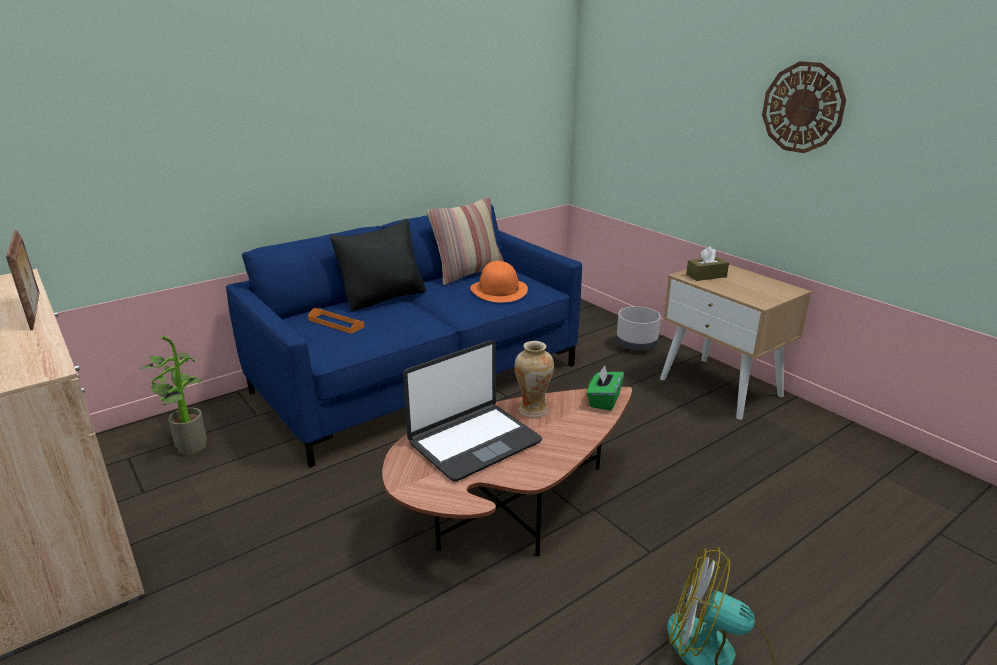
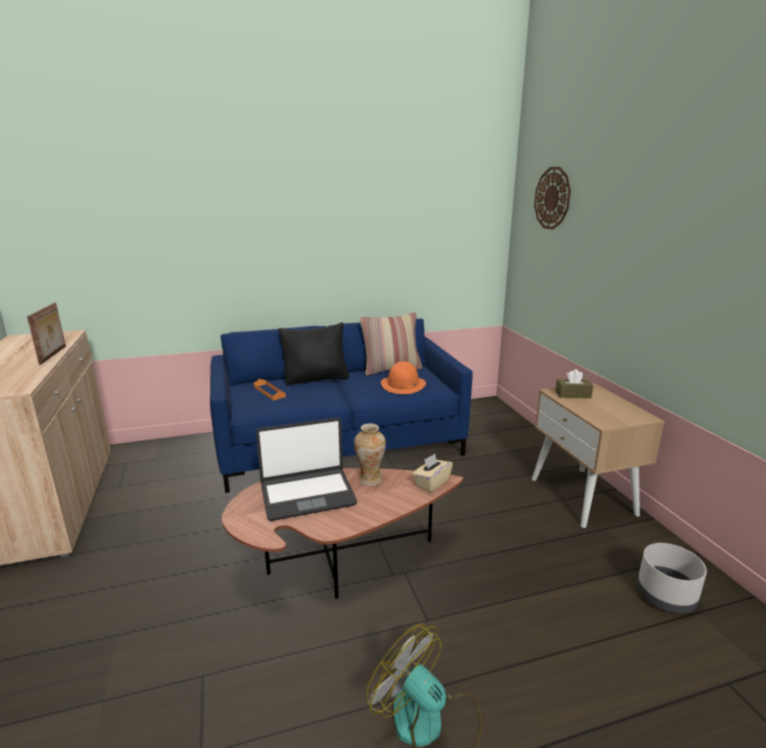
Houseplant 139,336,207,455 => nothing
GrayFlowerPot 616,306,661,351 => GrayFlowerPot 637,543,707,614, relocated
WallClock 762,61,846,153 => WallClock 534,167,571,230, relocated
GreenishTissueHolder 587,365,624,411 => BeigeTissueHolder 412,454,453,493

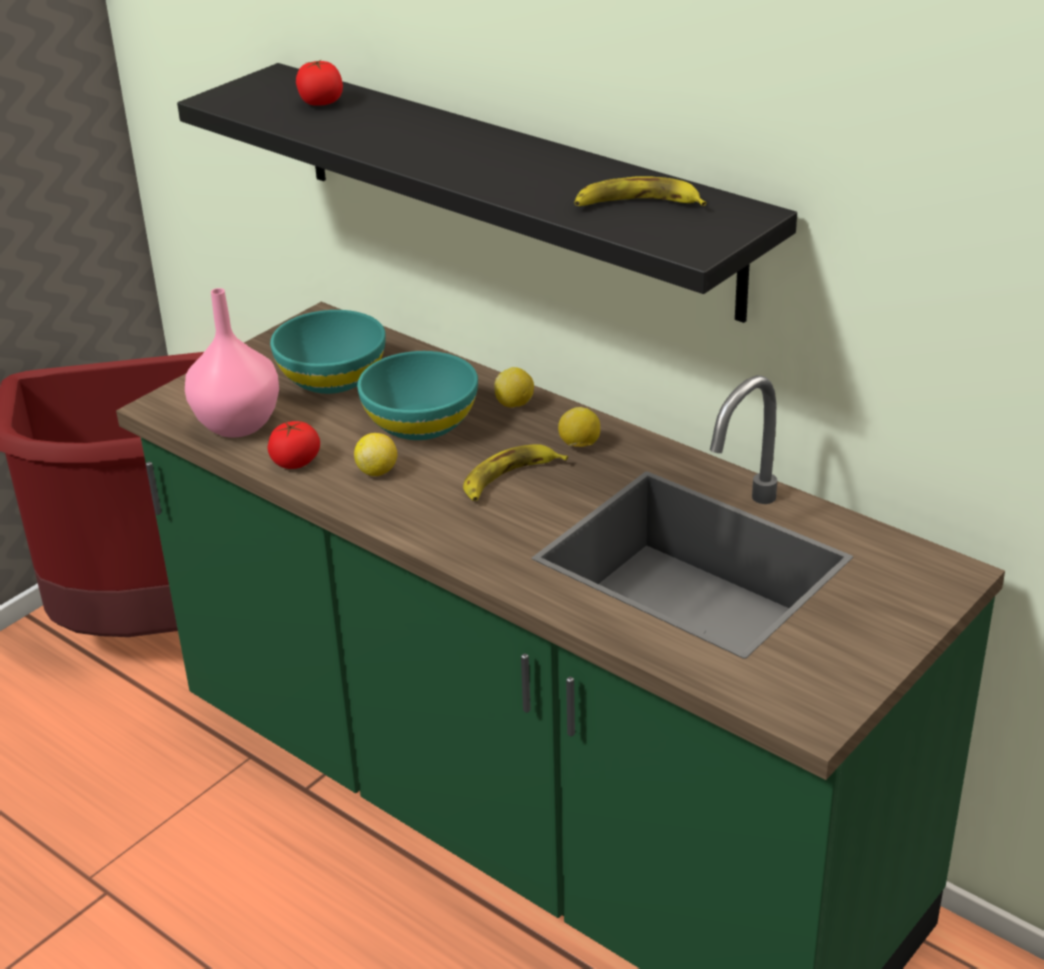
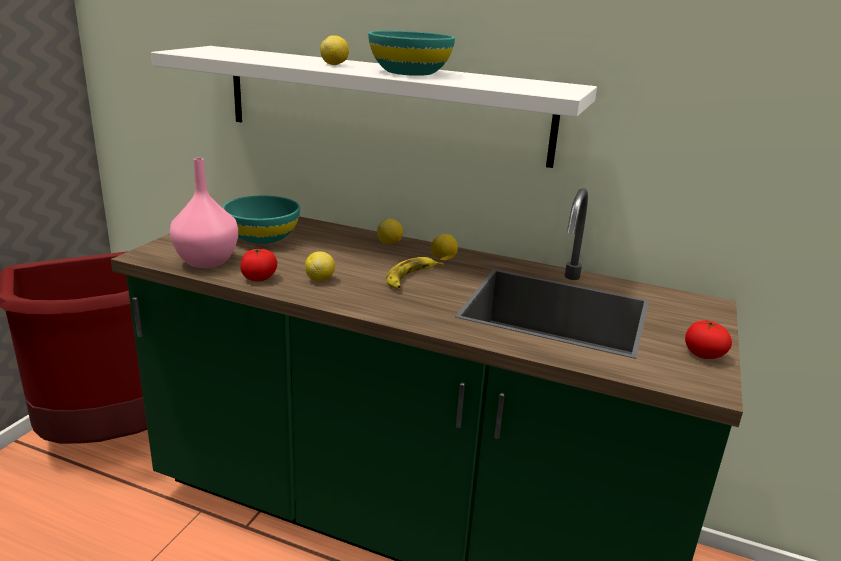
Banana 574,176,707,206 => nothing
nothing => WholeLemon 320,35,349,65
Tomato 296,59,343,106 => Tomato 685,319,732,359, relocated
BlueGreenDeepDish 357,351,478,440 => BlueGreenDeepDish 368,31,455,76, relocated
BlackishWallShelf 177,63,797,323 => WhiteColouredWallShelf 151,46,597,168

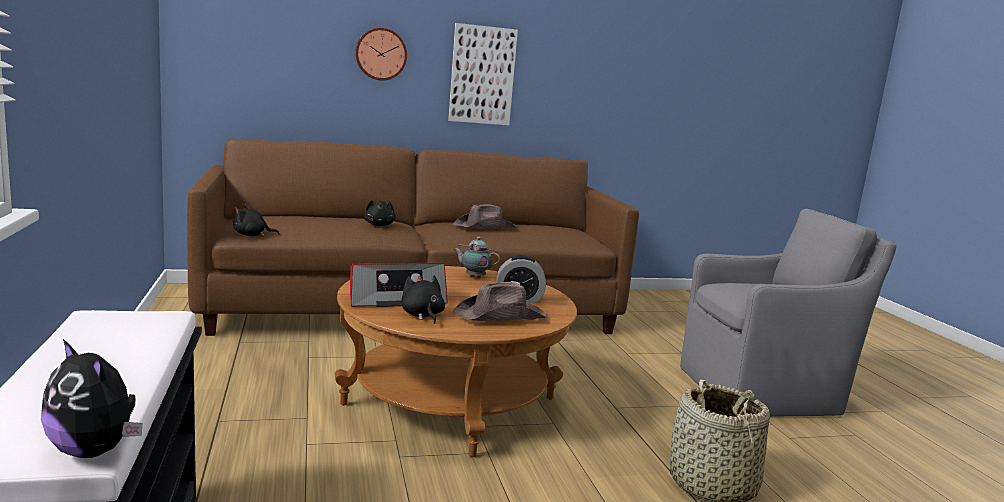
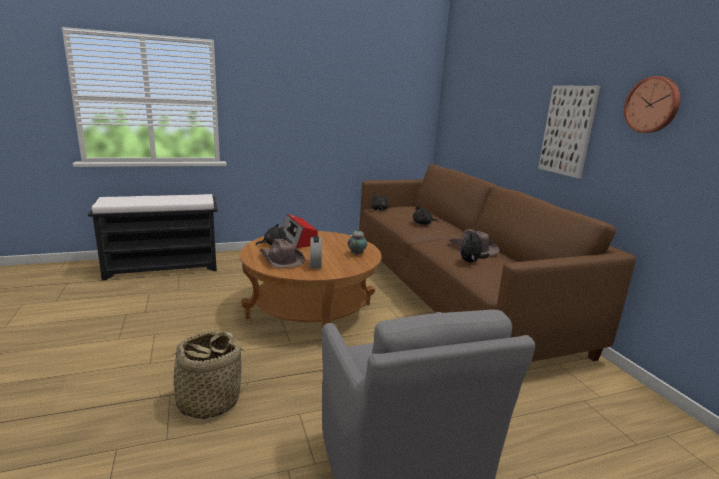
SoftToy 41,339,142,458 => SoftToy 460,229,489,262, relocated
WallClock 355,28,407,80 => WallClock 624,76,680,133, relocated

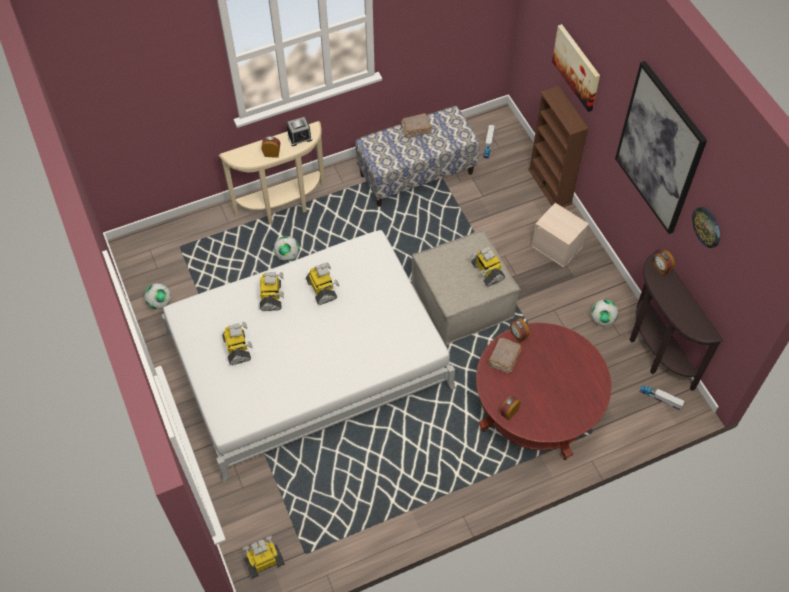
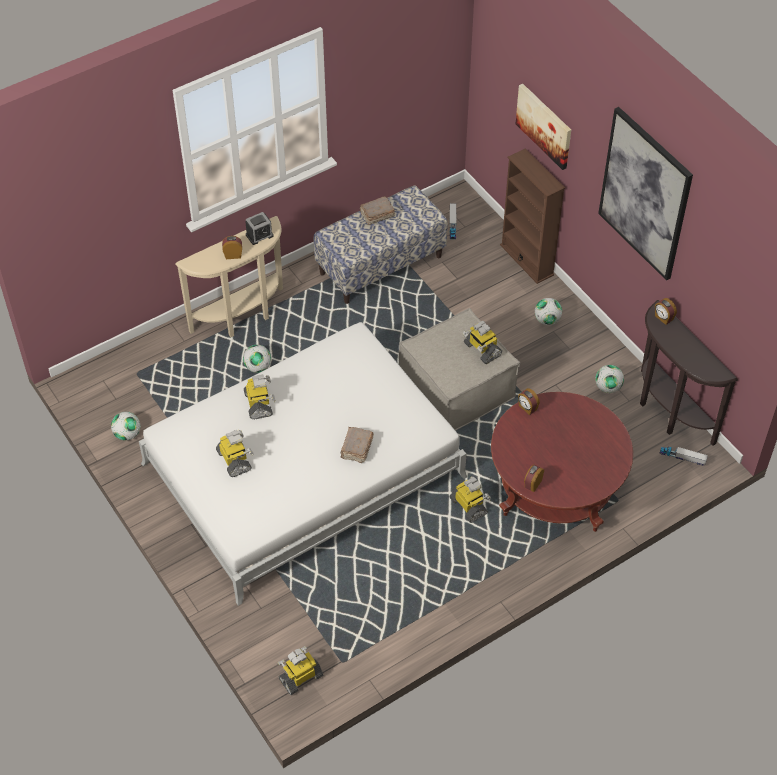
WallClock 692,207,720,248 => nothing
RobotFigure 306,263,339,305 => RobotFigure 450,477,491,523, relocated
BrownBook 488,337,522,373 => BrownBook 341,427,374,463, relocated
BeigeStorageBox 531,203,589,268 => BallForFootball 535,298,562,325

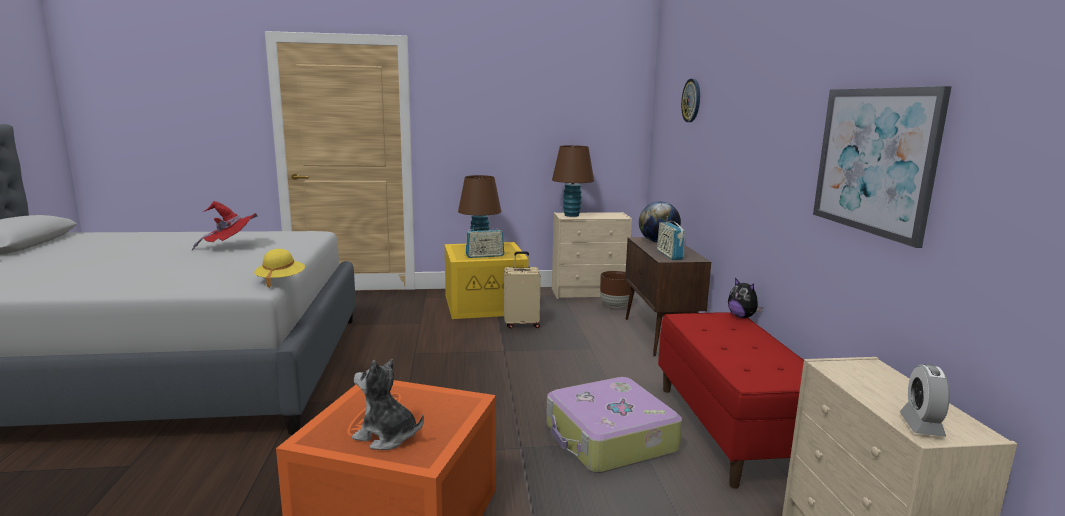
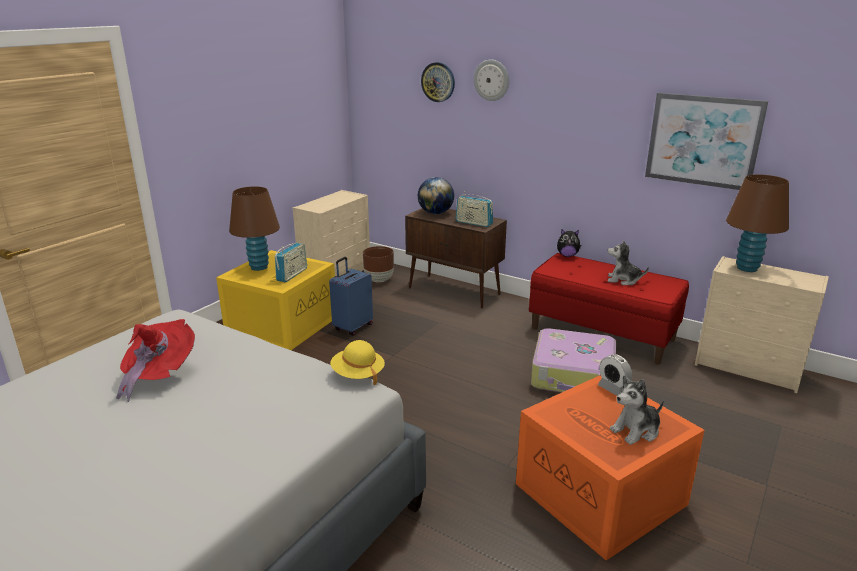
nothing => WallClock 474,59,509,101
nothing => SoftToy 608,241,649,285
BrownTableLamp 552,145,594,217 => BrownTableLamp 726,174,789,272, relocated
BedsideClock 900,364,950,437 => BedsideClock 598,354,632,396, relocated
BeigeTravelCase 504,252,541,329 => BlueColouredTravelCase 329,257,373,336

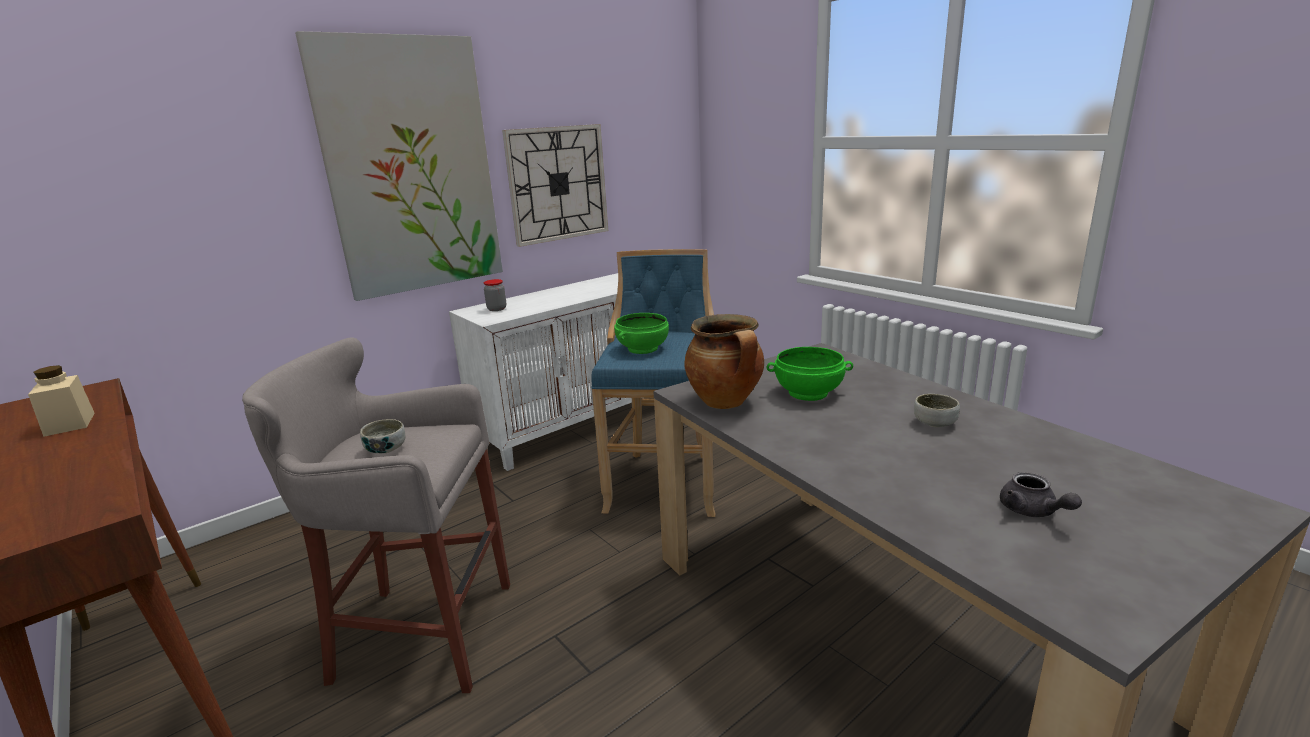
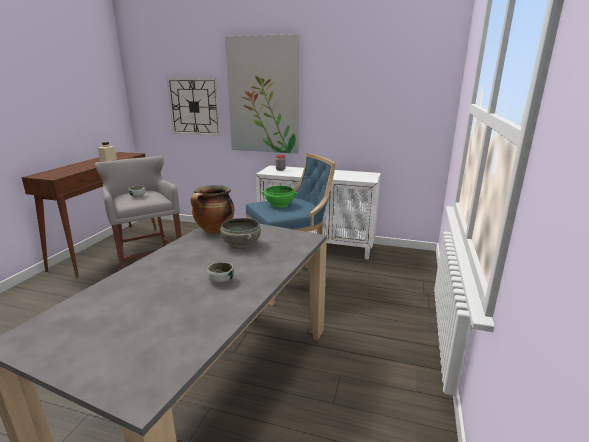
GrayTeaPot 1000,472,1082,517 => nothing
WallClock 502,124,608,247 => WallClock 167,78,221,136, relocated
GreenishDeepDish 766,347,853,401 => GrayDeepDish 220,218,261,250

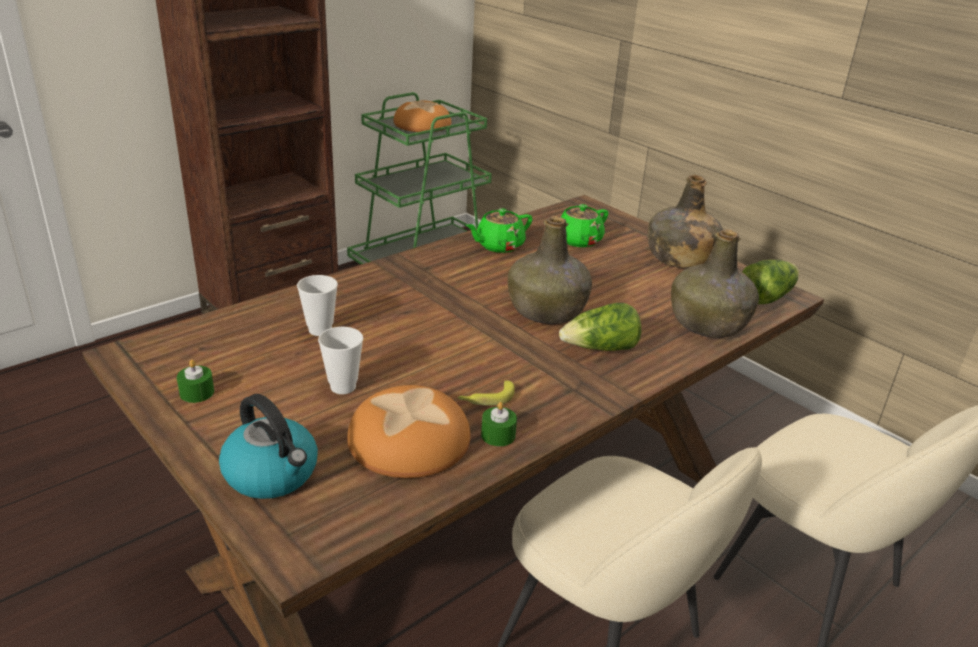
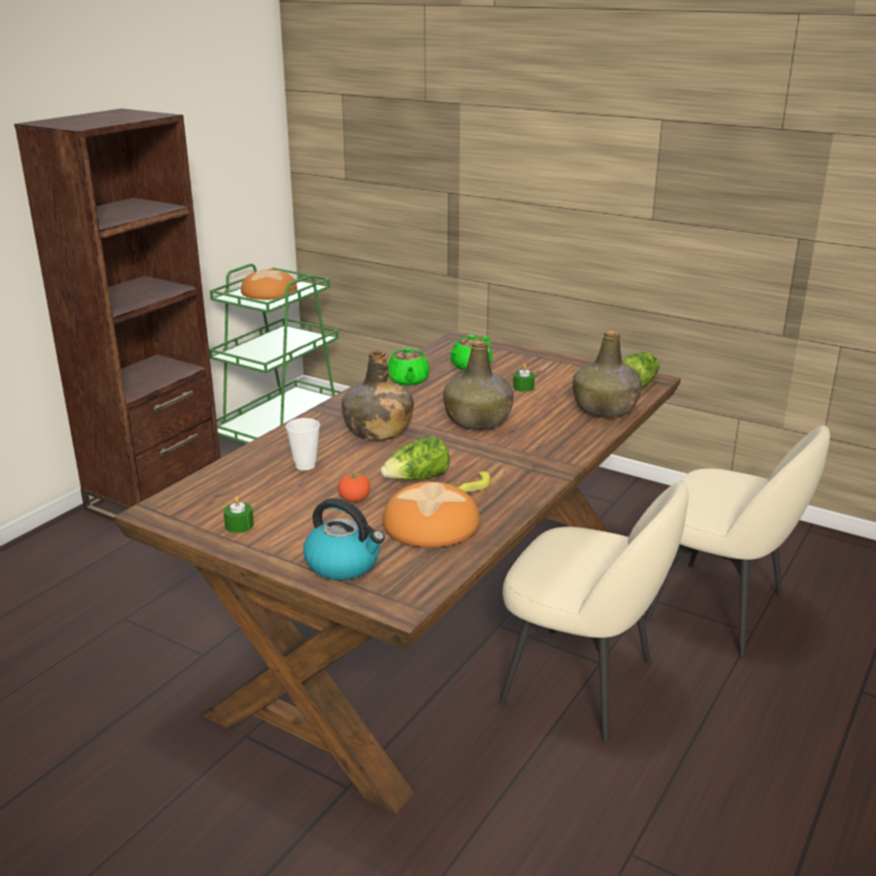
GreenishCandle 481,402,517,446 => GreenishCandle 513,364,535,392, relocated
Lettuce 559,303,641,351 => Lettuce 380,436,450,480, relocated
GreenishBeverageBottle 647,175,723,269 => GreenishBeverageBottle 341,350,414,441, relocated
DrinkingCup 318,327,363,394 => Tomato 338,472,370,502
GreenishTeaPot 466,208,532,253 => GreenishTeaPot 388,347,430,386, 45 degrees counterclockwise

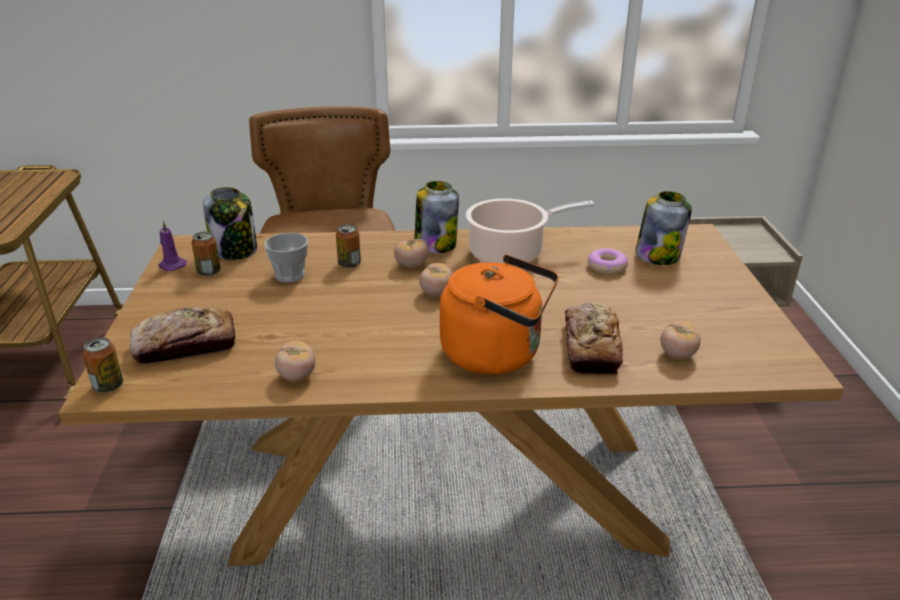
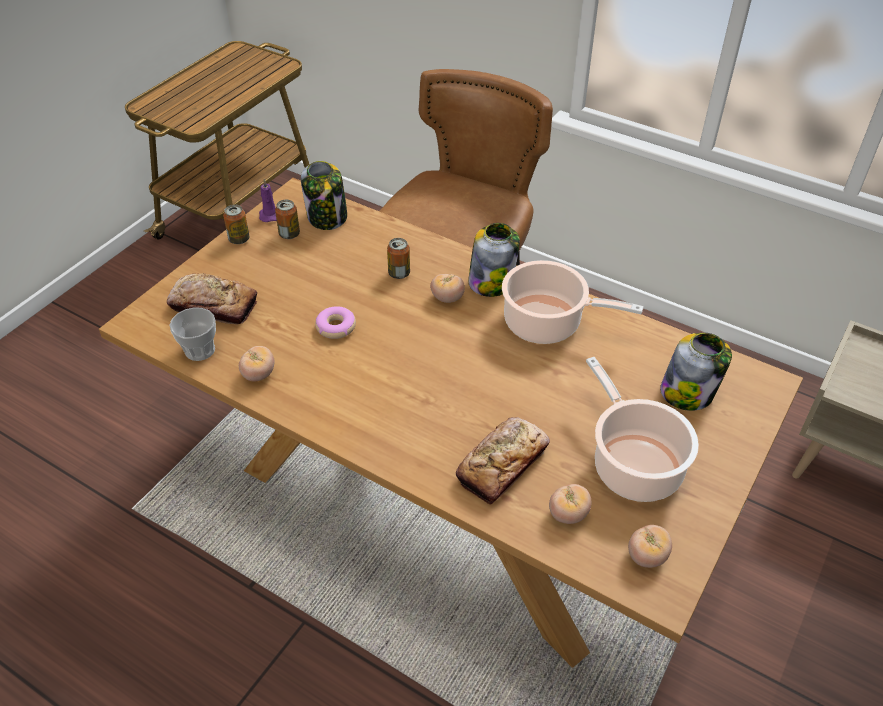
OrangeTeaKettle 440,255,558,375 => nothing
nothing => CookingPot 586,357,699,502
SealedCan 83,337,123,393 => SealedCan 223,204,249,244, relocated
DrinkingCup 264,233,308,283 => DrinkingCup 169,308,216,361, relocated
Tomato 419,263,452,296 => Tomato 628,525,672,568, relocated
Donut 587,248,628,274 => Donut 315,306,356,339, relocated

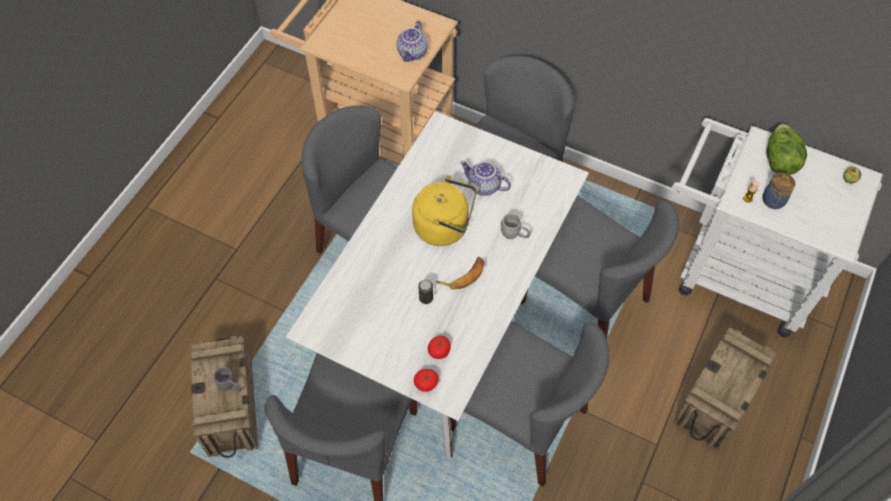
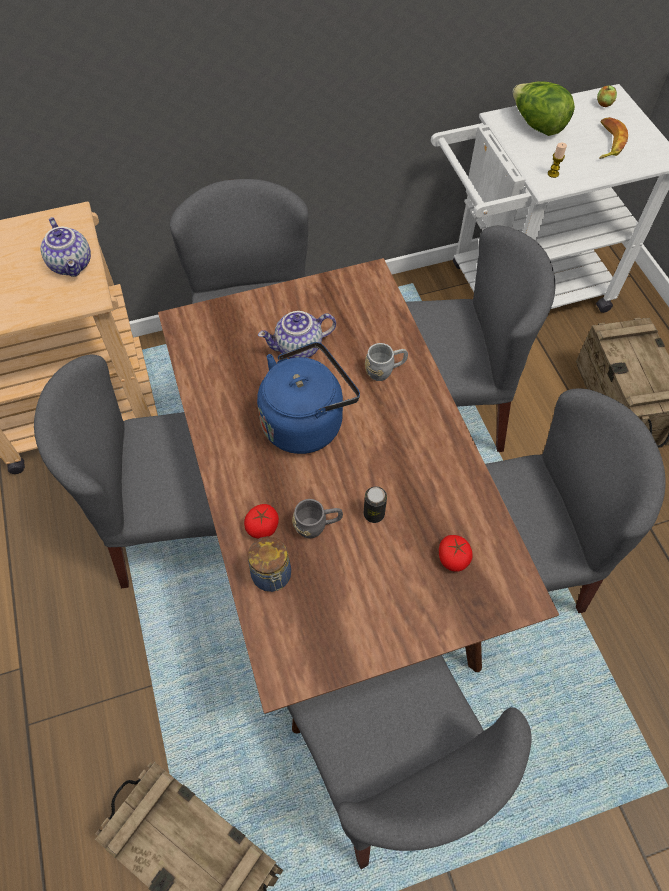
GrayTeaMug 214,367,241,392 => GrayTeaMug 292,499,343,538, relocated
Tomato 414,369,439,392 => Tomato 244,504,279,538, relocated
Banana 436,257,484,289 => Banana 599,117,628,159, relocated
StorageJar 762,172,795,209 => StorageJar 248,536,291,592, relocated
WhiteColouredKitchenTable 286,111,589,458 => BrownKitchenTable 158,258,559,734
YellowColouredTeaKettle 412,175,477,246 => BlueColouredTeaKettle 257,342,360,454

